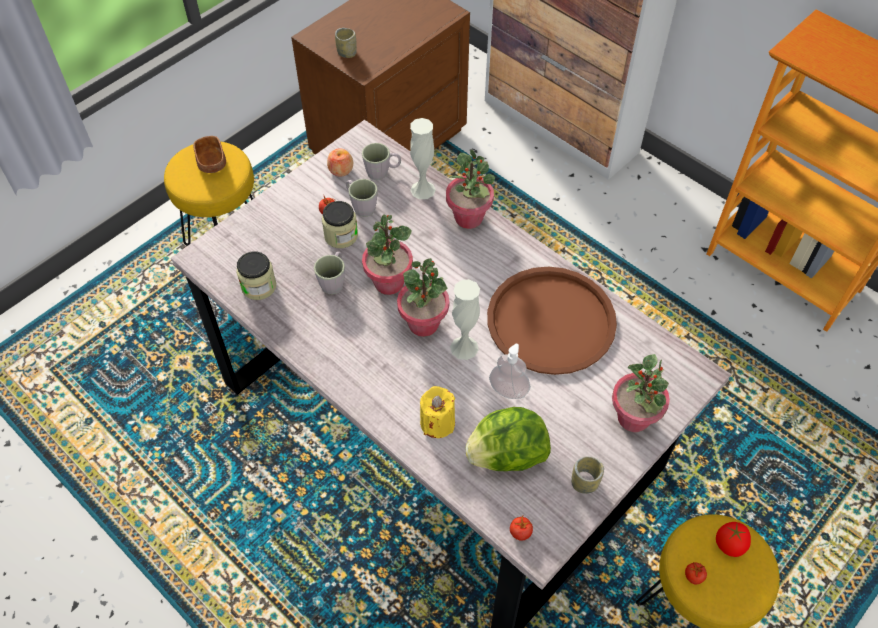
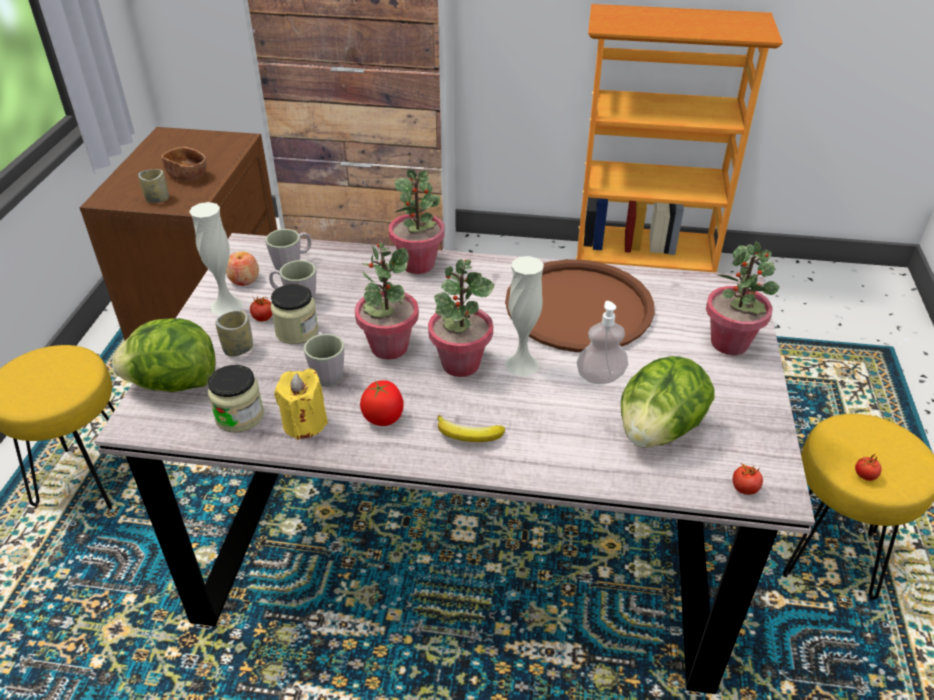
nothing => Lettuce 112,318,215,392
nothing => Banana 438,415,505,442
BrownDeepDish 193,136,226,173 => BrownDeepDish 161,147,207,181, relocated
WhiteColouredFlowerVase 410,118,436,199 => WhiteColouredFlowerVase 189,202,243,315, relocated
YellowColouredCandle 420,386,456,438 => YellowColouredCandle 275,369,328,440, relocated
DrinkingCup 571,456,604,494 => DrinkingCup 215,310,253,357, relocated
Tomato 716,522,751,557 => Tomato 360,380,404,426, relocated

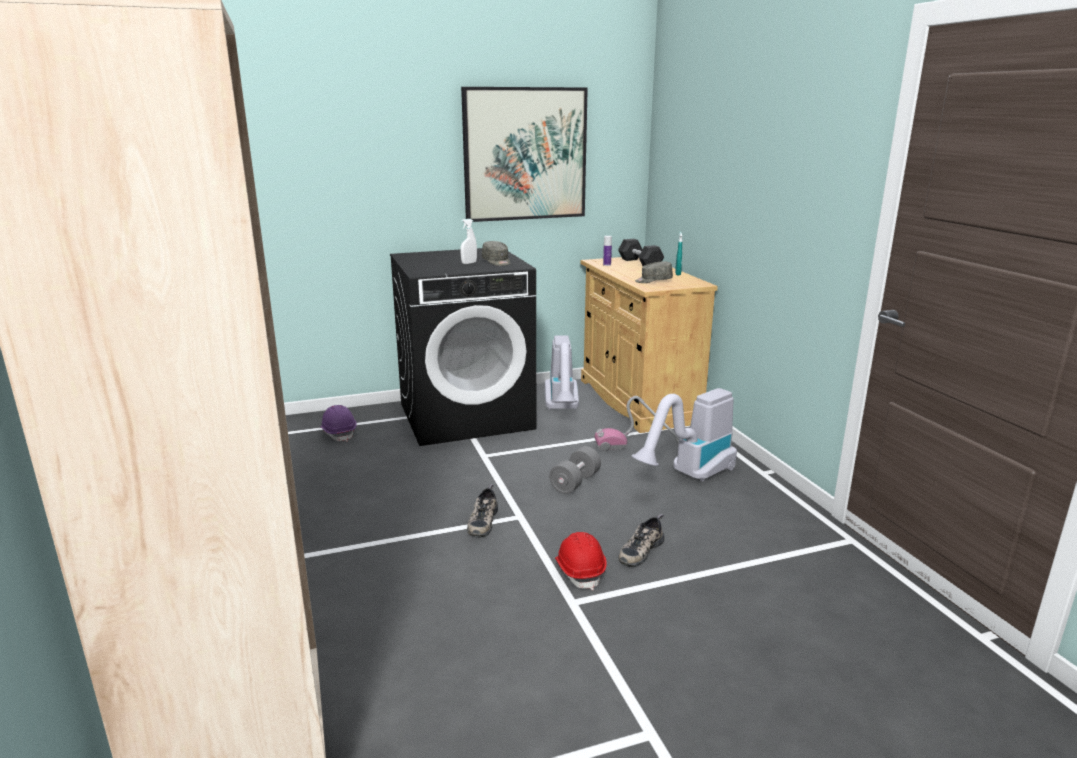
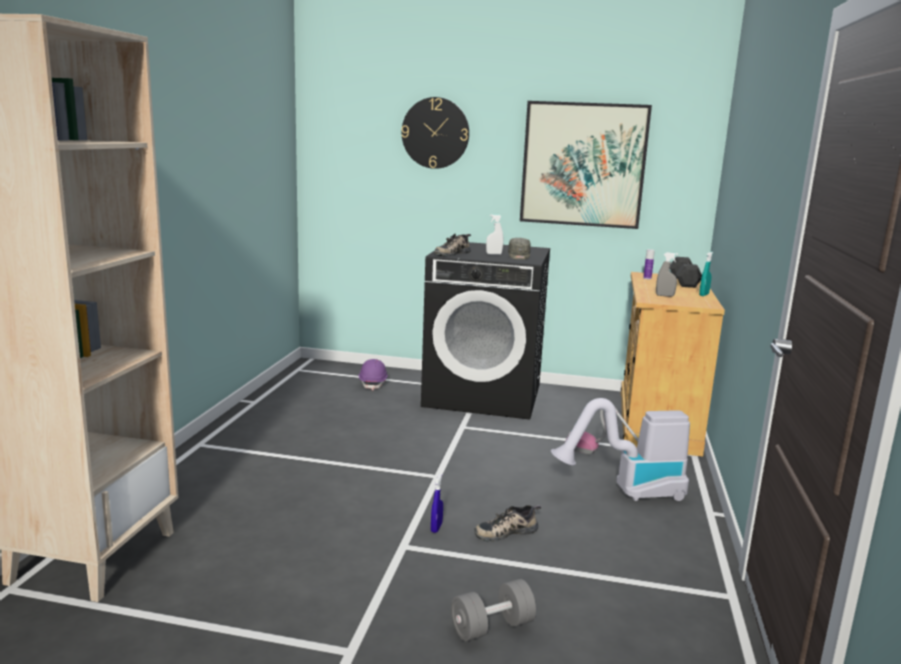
Hoover 545,335,579,410 => nothing
nothing => WallClock 402,97,469,169
LowShoe 467,484,498,538 => LowShoe 434,234,471,256, relocated
GrayDumbbell 549,446,601,494 => GrayDumbbell 451,579,536,642, relocated
RedColouredWorkHelmet 555,532,607,590 => BlueColouredSprayer 431,474,443,533
GrayCap 635,261,673,283 => GraySprayer 656,252,678,297

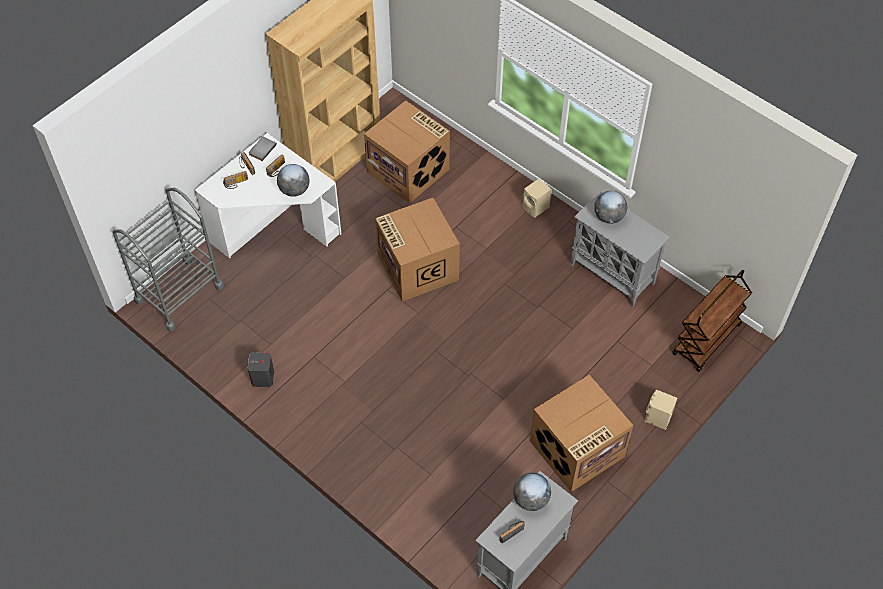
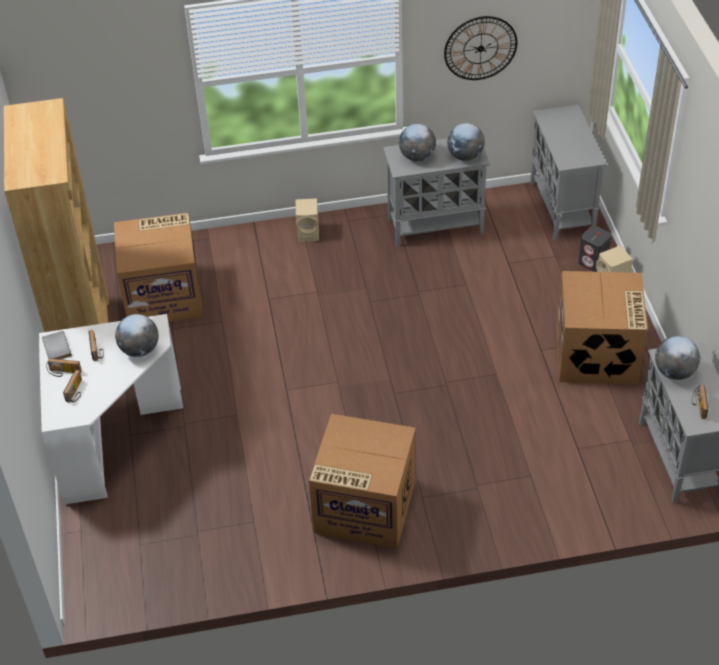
GrayWheeledCart 112,188,224,331 => nothing
nothing => WallClock 444,16,517,80
nothing => DeskGlobe 447,123,485,161
GrayLoudspeaker 248,352,274,387 => GrayLoudspeaker 578,225,612,272, relocated
PackingBox 375,198,460,302 => PackingBox 309,414,416,549, relocated
BrownWheeledCart 672,270,752,372 => GrayCupboard 530,105,607,240

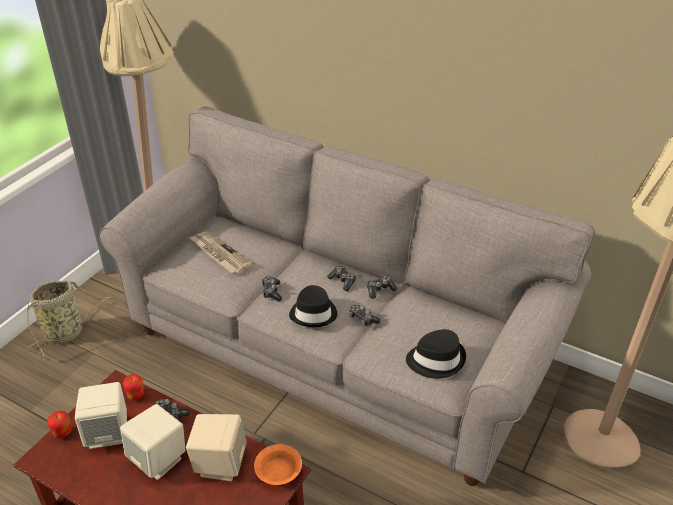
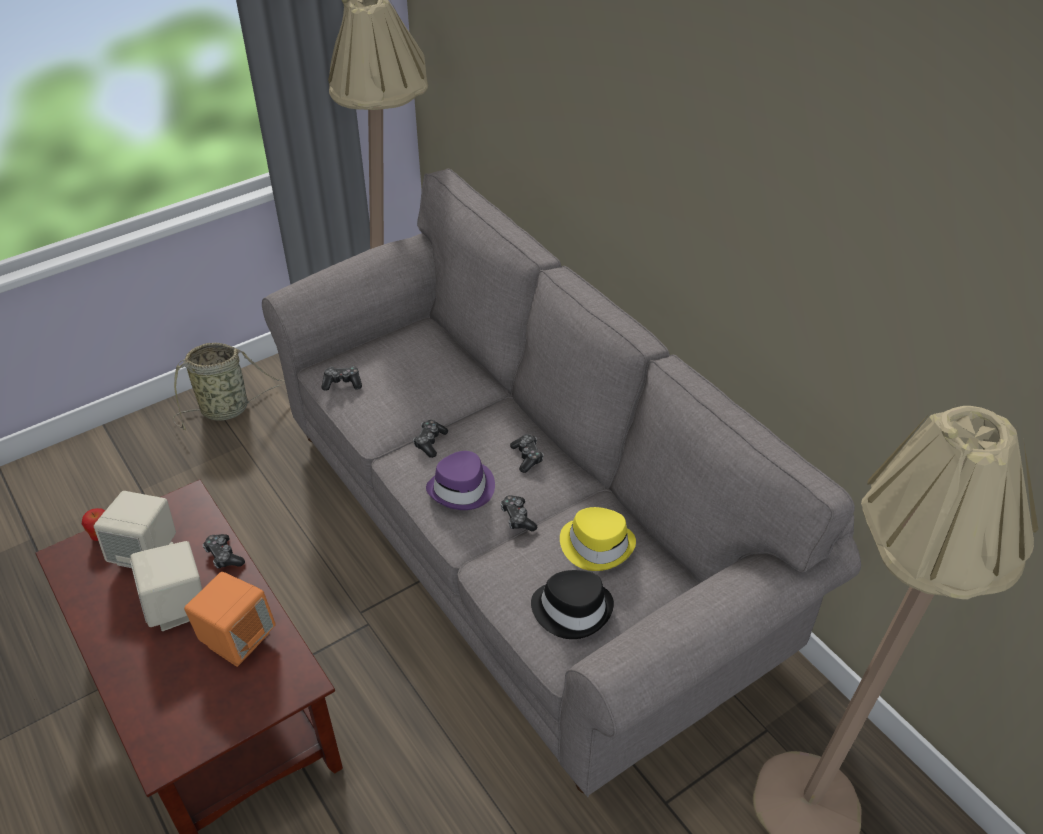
AppleFruit 123,374,144,400 => nothing
PrintedPaper 189,232,254,274 => nothing
OrangeDeepDish 254,444,302,485 => nothing
nothing => YellowColouredWearableHat 560,507,636,571
Gamepad 367,275,397,299 => Gamepad 322,366,362,391, relocated
BeigeLoudspeaker 186,414,247,481 => OrangeLoudspeaker 184,572,275,667
BlackishWearableHat 289,285,337,327 => PurplishWearableHat 426,451,495,510

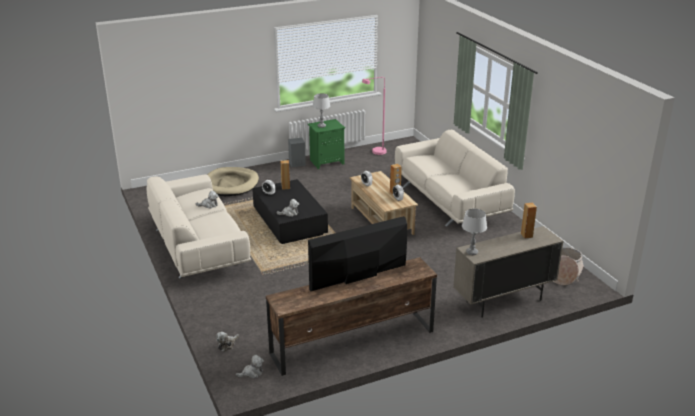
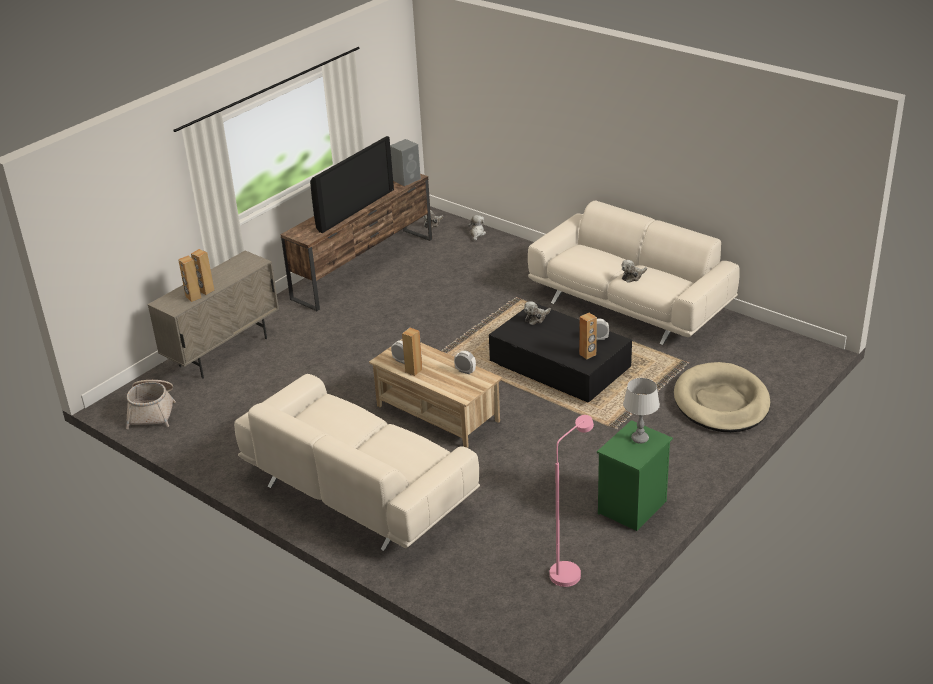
GrayTableLamp 462,209,487,255 => nothing
nothing => BrownLoudspeaker 191,249,214,295
GrayLoudspeaker 288,138,306,167 => GrayLoudspeaker 390,139,421,186, relocated

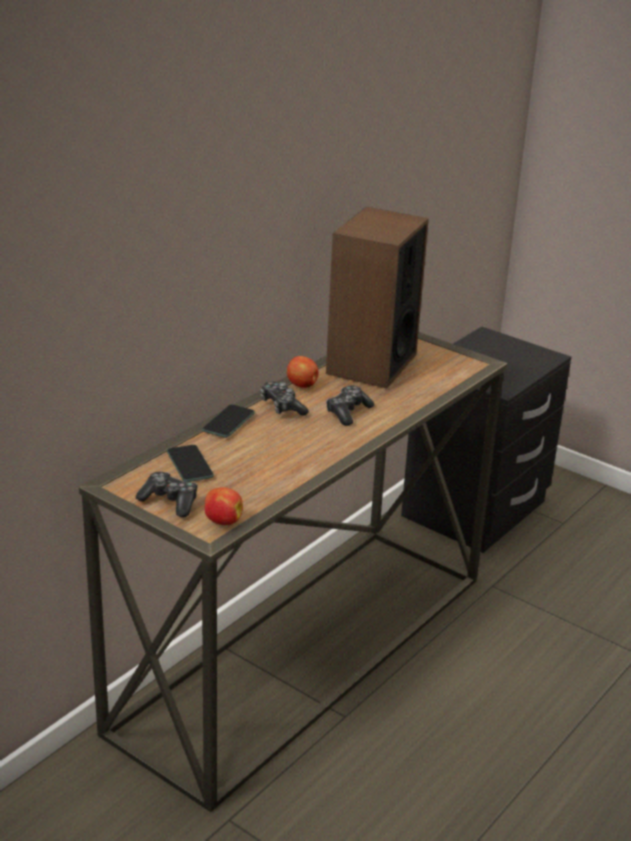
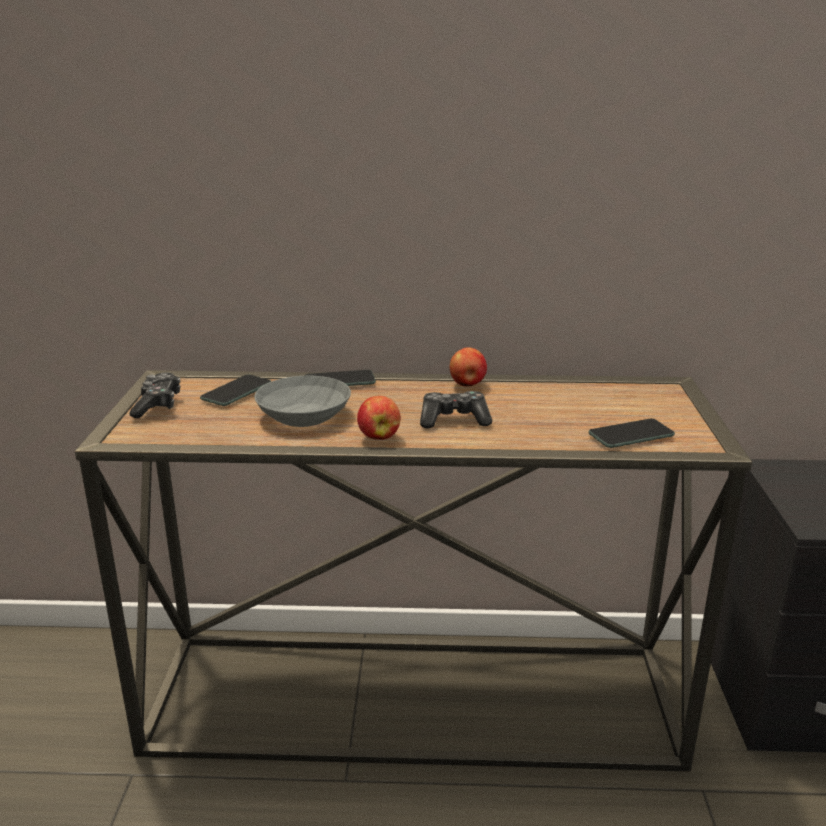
Gamepad 260,381,309,416 => nothing
Loudspeaker 326,207,429,388 => nothing
nothing => GrayDeepDish 254,376,351,427
nothing => Handset 589,419,675,448
AppleFruit 205,487,243,525 => AppleFruit 357,396,401,440, relocated

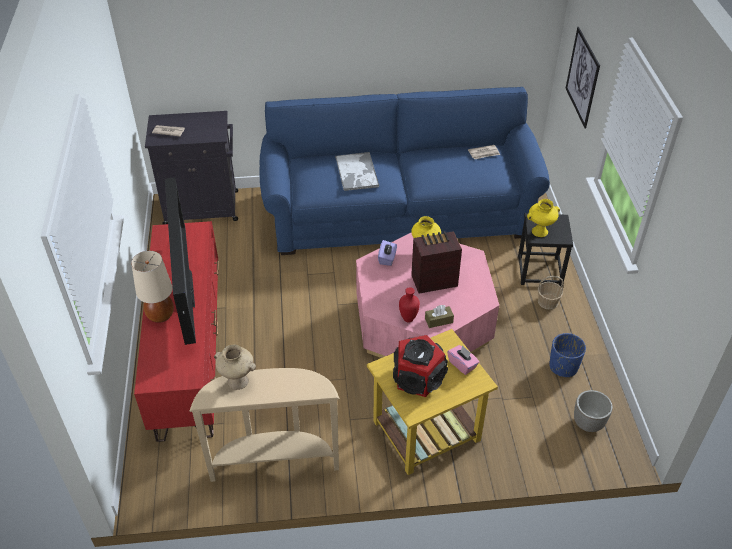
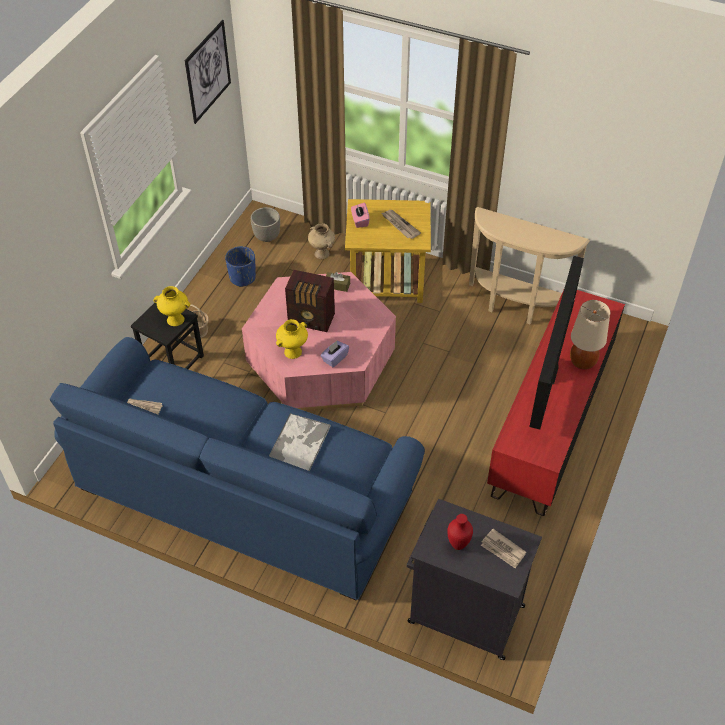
BeigeFlowerVase 214,345,256,390 => BeigeFlowerVase 308,223,335,259, relocated
RedColouredFlowerVase 399,287,420,323 => RedColouredFlowerVase 447,514,473,550, relocated
WallArt 566,27,600,128 => WallArt 184,20,231,124, relocated
Loudspeaker 393,335,448,397 => PrintedPaper 382,210,421,239

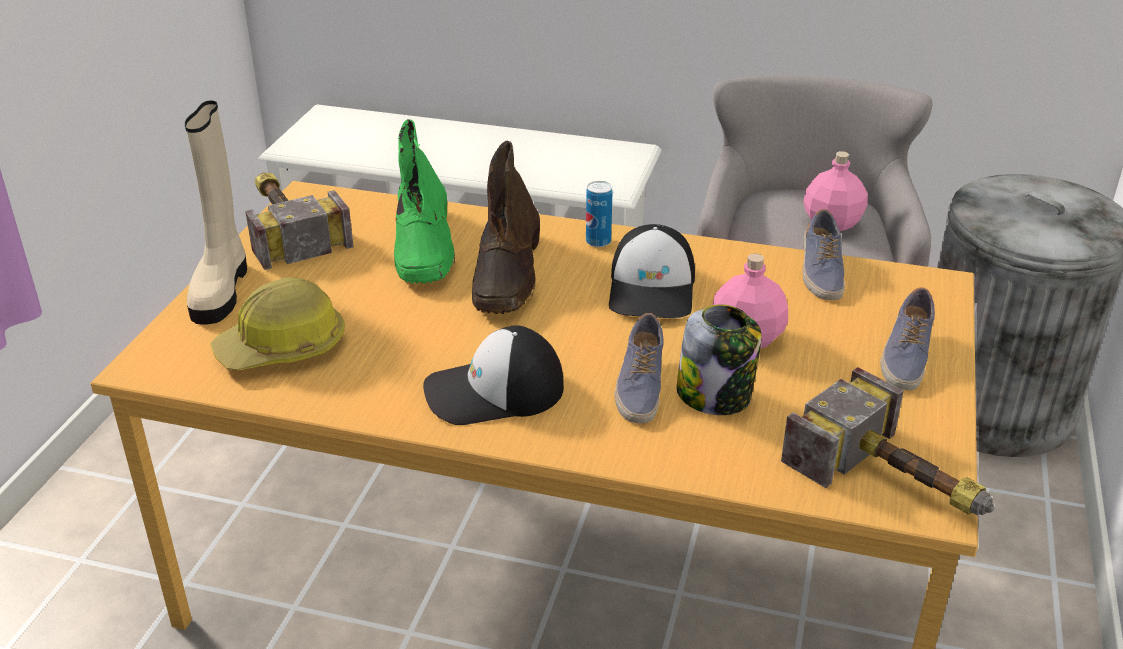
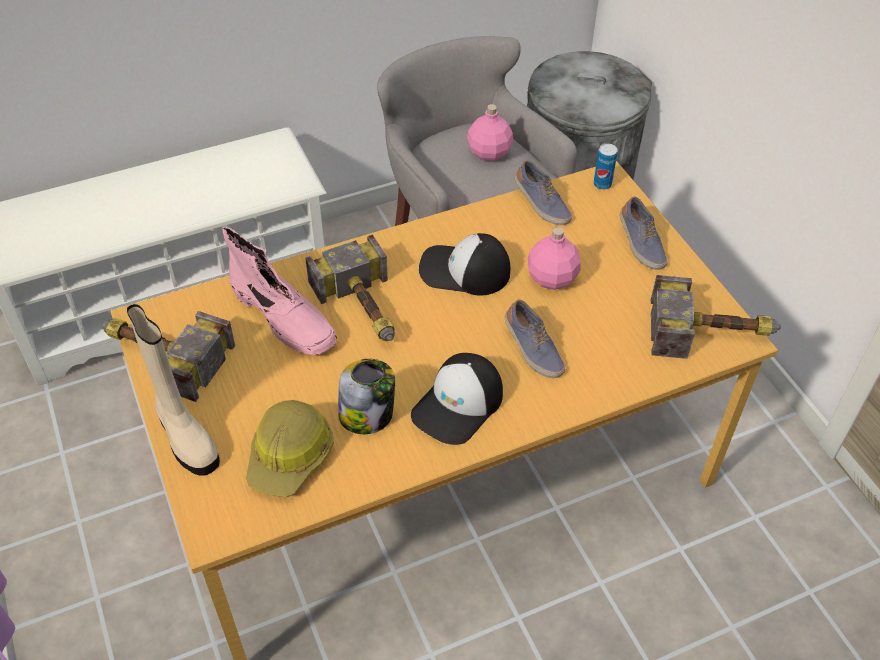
SealedCan 586,181,613,247 => SealedCan 593,144,618,190, relocated
StorageJar 677,304,762,415 => StorageJar 338,359,395,434, relocated
BrownHighTopBoot 472,141,540,314 => Hammer 305,235,395,341
GreenishHighTopBoot 394,119,455,284 => PinkColouredHighTopBoot 223,227,337,356
Cap 609,224,695,318 => Cap 419,233,510,295, 135 degrees clockwise

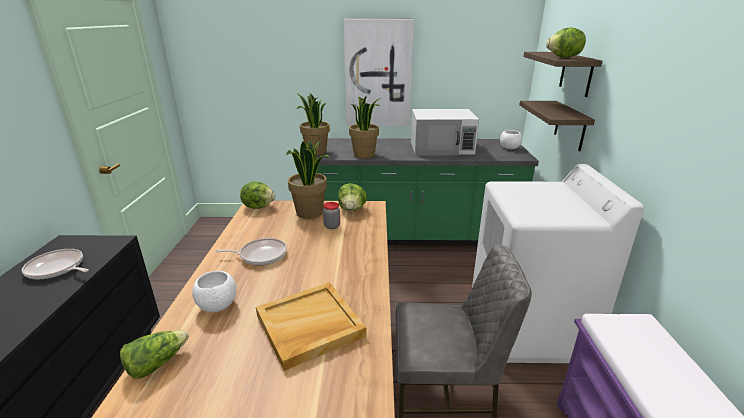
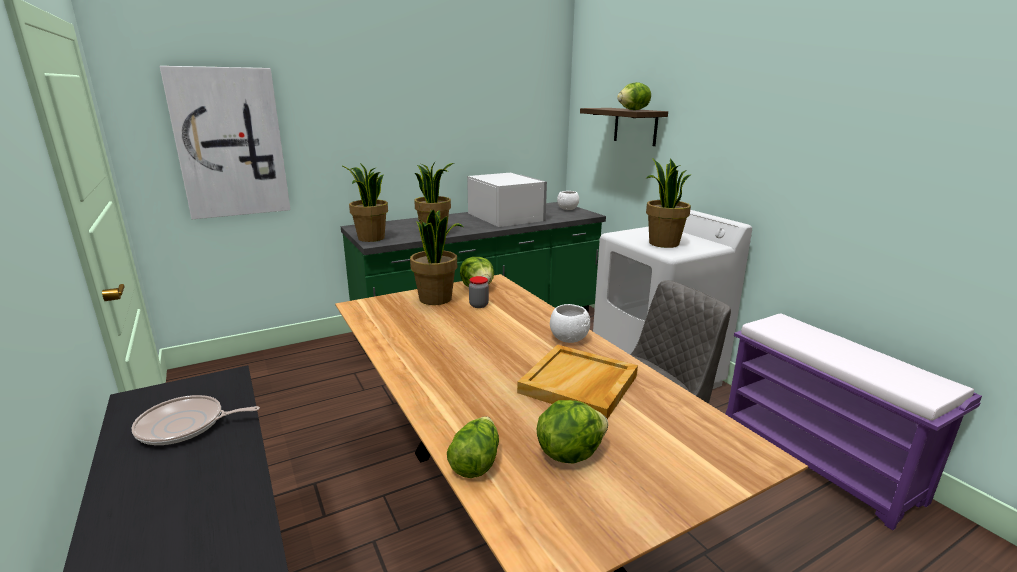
Pan 215,238,287,265 => nothing
WallShelf 519,101,595,151 => nothing
nothing => Houseplant 646,158,691,248
WhiteColouredDeepDish 192,271,237,313 => WhiteColouredDeepDish 550,304,590,343, relocated
Lettuce 240,181,275,209 => Lettuce 537,400,608,464, relocated
WallArt 343,19,414,126 => WallArt 160,66,291,219, relocated
WhiteColouredMicrowaveOven 411,109,479,155 => WhiteColouredMicrowaveOven 467,173,547,227, 90 degrees counterclockwise

